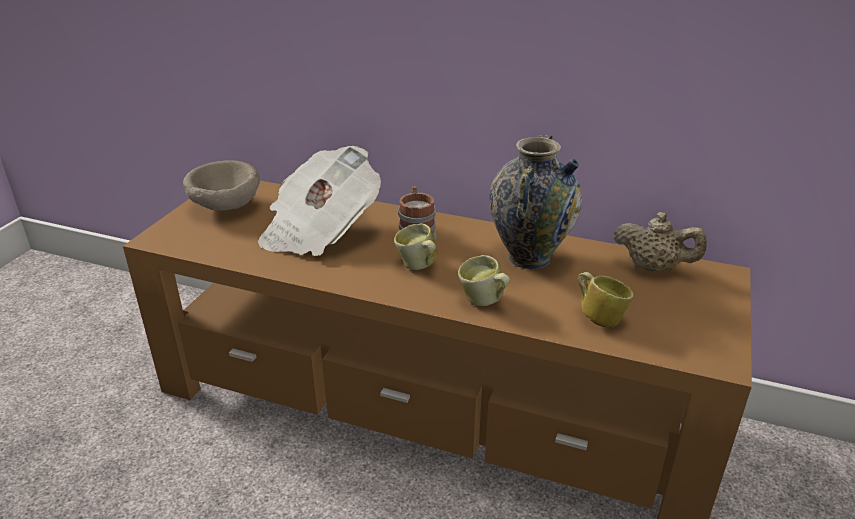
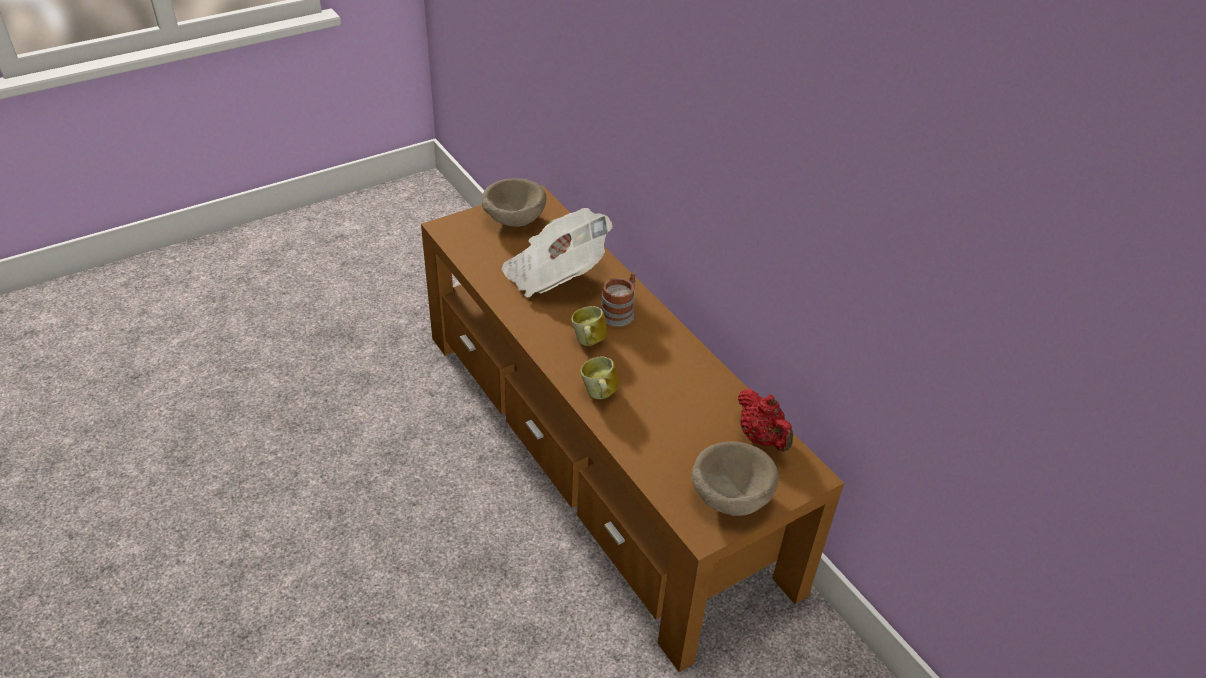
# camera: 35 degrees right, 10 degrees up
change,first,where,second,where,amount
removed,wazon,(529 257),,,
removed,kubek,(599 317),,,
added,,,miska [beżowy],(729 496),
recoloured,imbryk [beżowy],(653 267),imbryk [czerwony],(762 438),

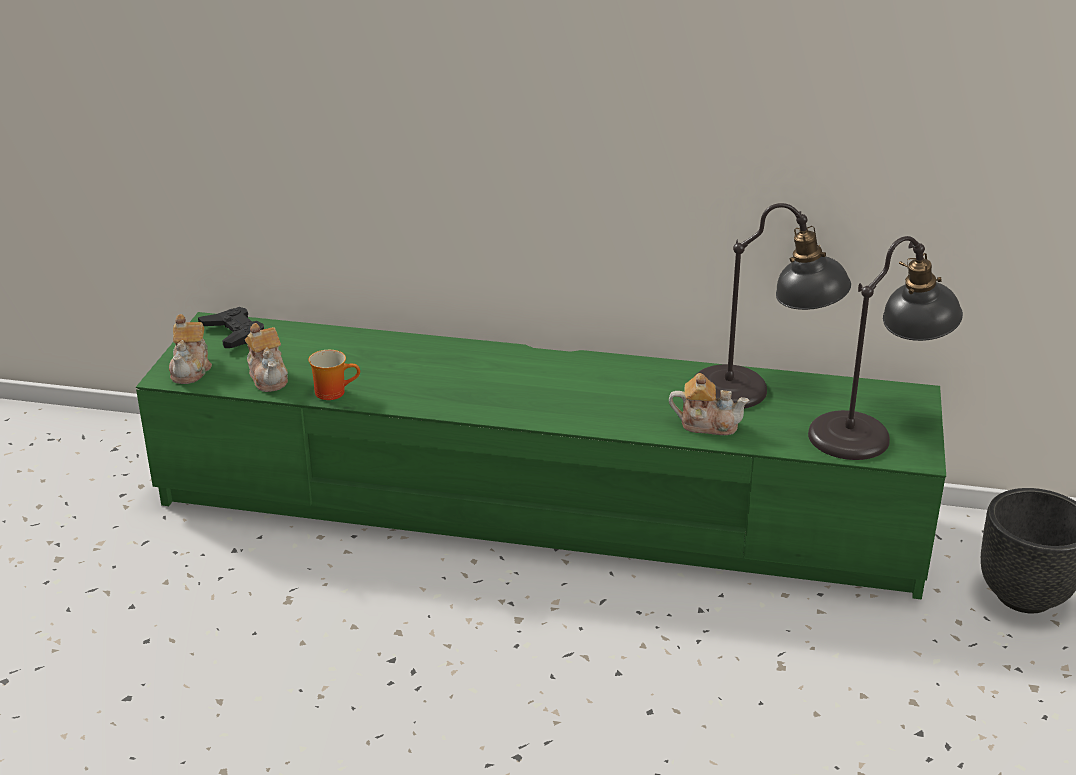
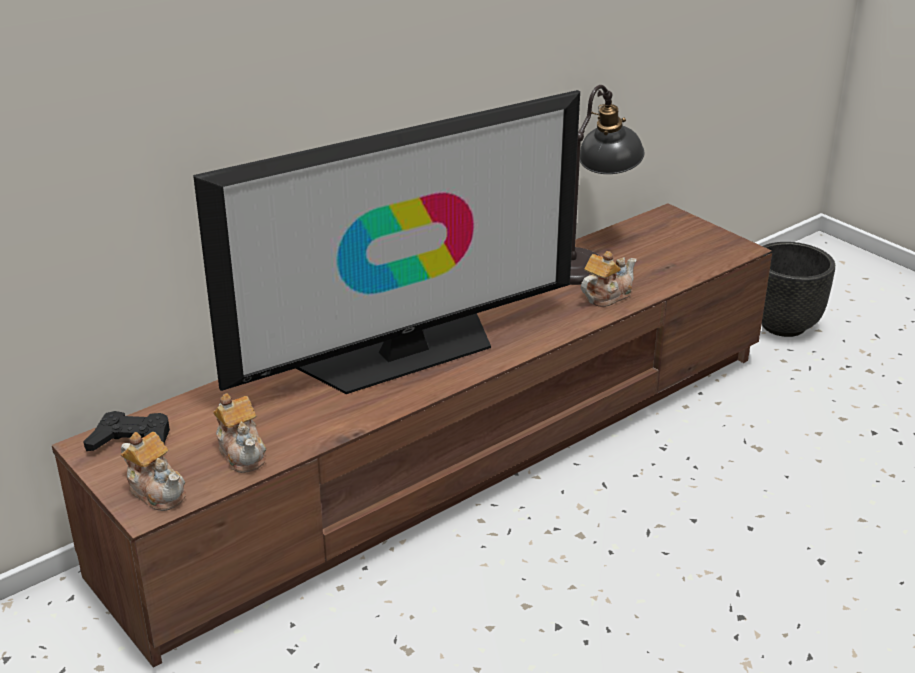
# camera: 50 degrees left, 0 degrees up
change,first,where,second,where,amount
removed,kubek,(334 391),,,
removed,lampa stołowa [szary],(874 426),,,
added,,,telewizor,(404 354),
recoloured,szafka pod telewizor [zielony],(538 509),szafka pod telewizor [brązowy],(456 456),
turned,imbryk,(269 377),,(242 453),45 degrees clockwise

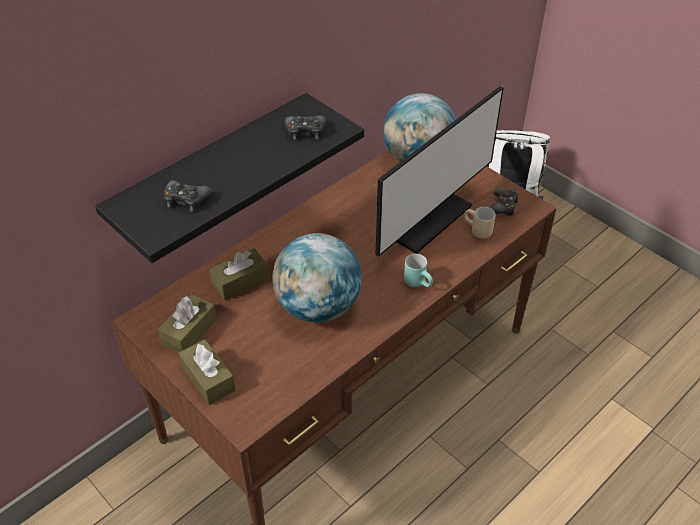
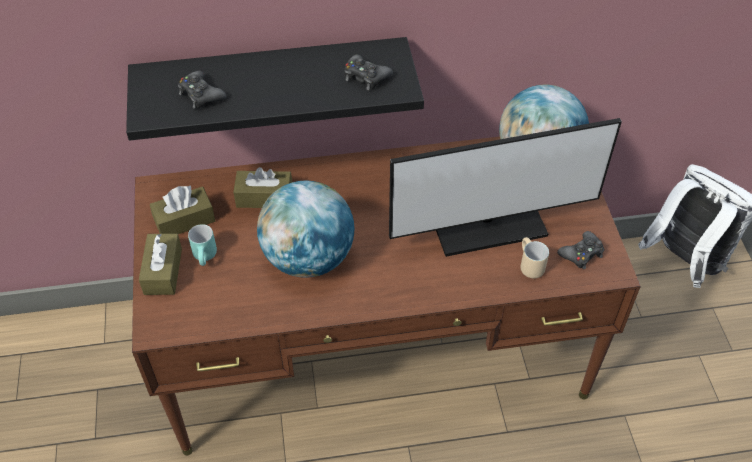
# camera: 35 degrees right, 5 degrees up
change,first,where,second,where,amount
moved,kubek [turkusowy],(419 283),,(206 257),

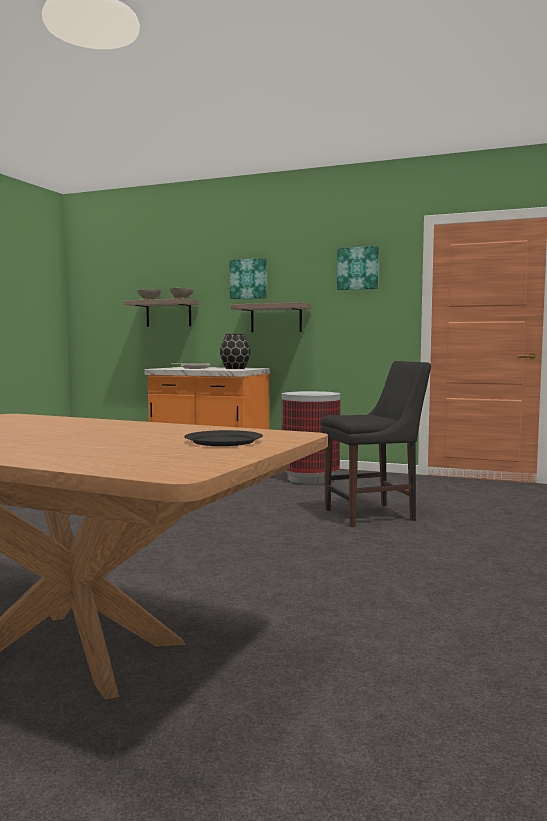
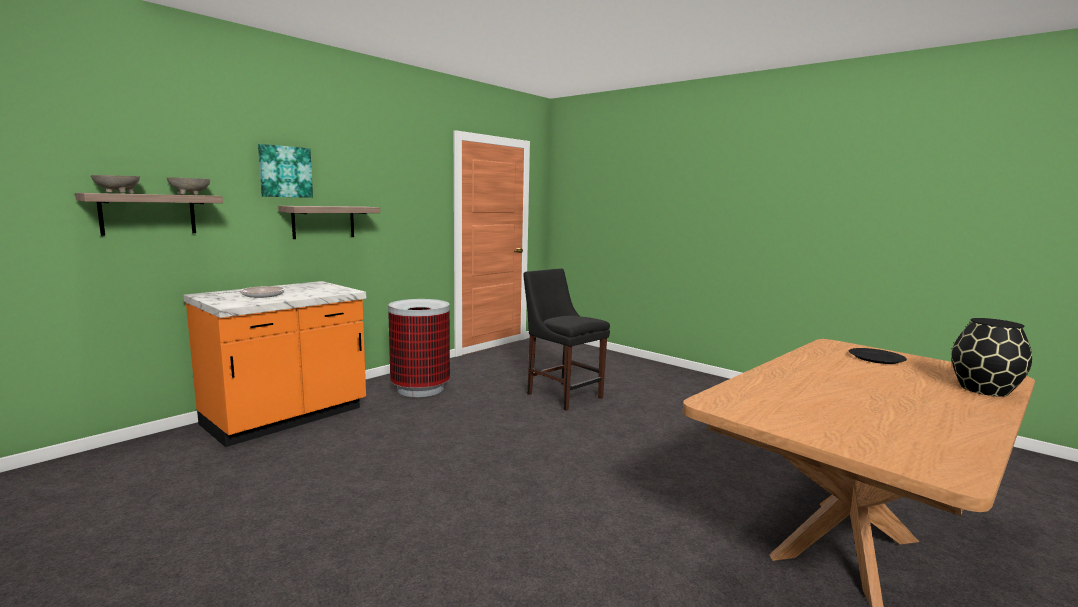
# camera: 70 degrees left, 5 degrees up
change,first,where,second,where,amount
removed,obraz,(358 268),,,
moved,wazon [czarny],(235 368),,(985 390),
turned,krzesło [czarny],(373 514),,(562 394),45 degrees counterclockwise

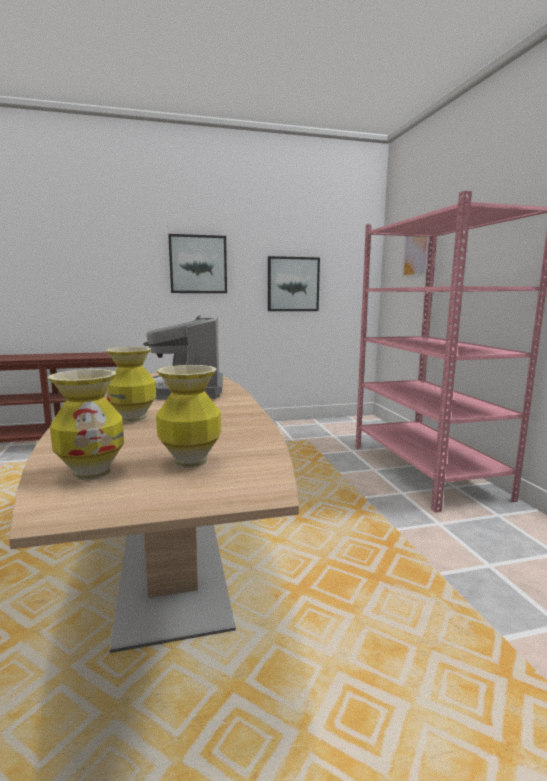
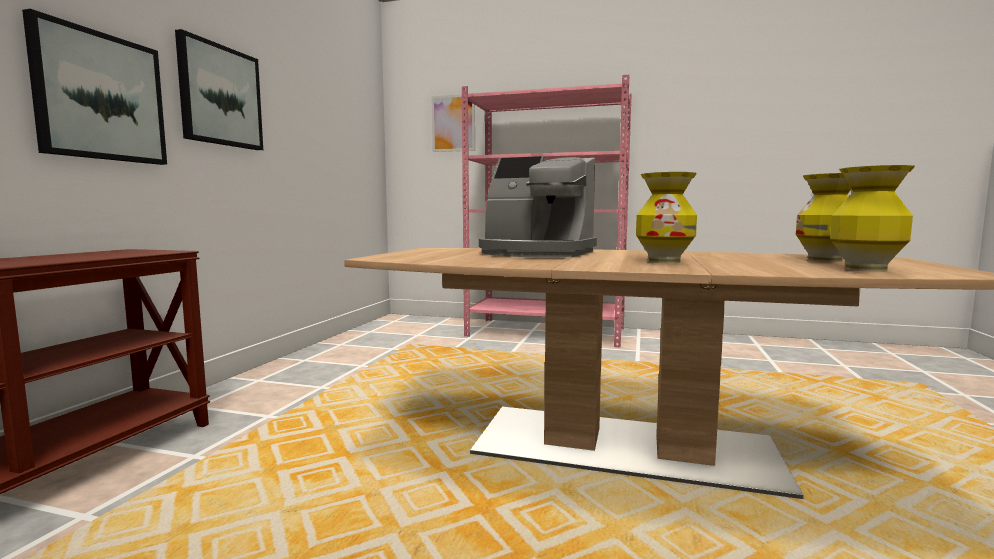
# camera: 60 degrees left, 5 degrees down
change,first,where,second,where,amount
moved,obraz,(293 284),,(100 97),

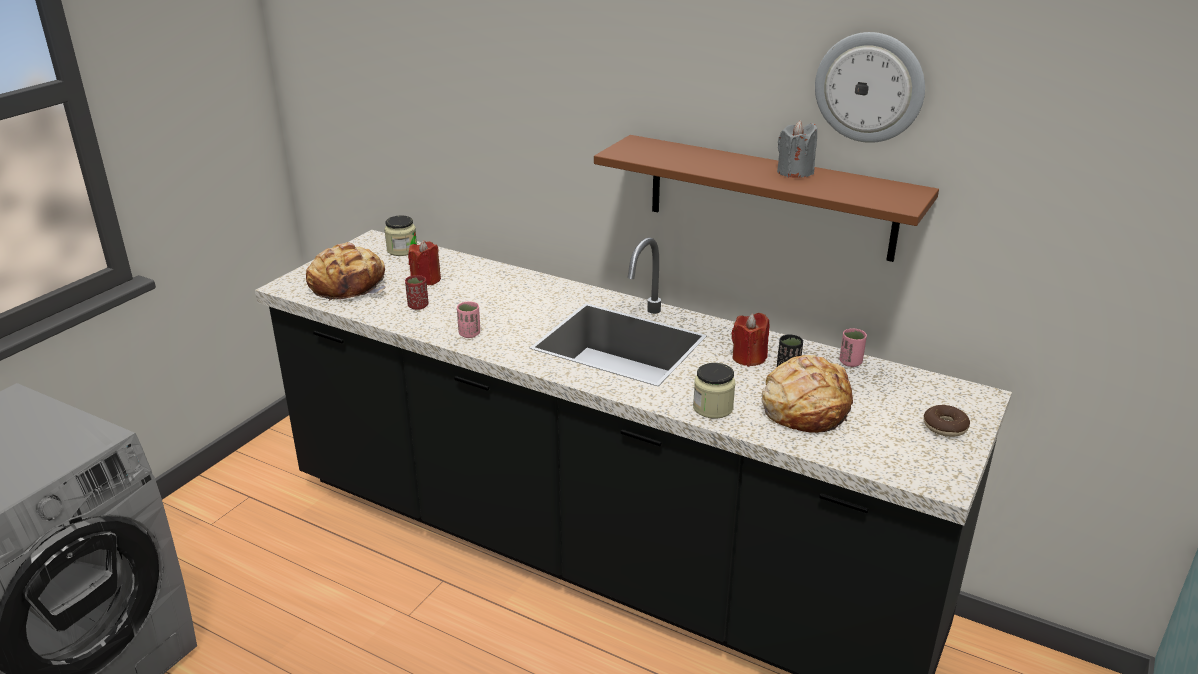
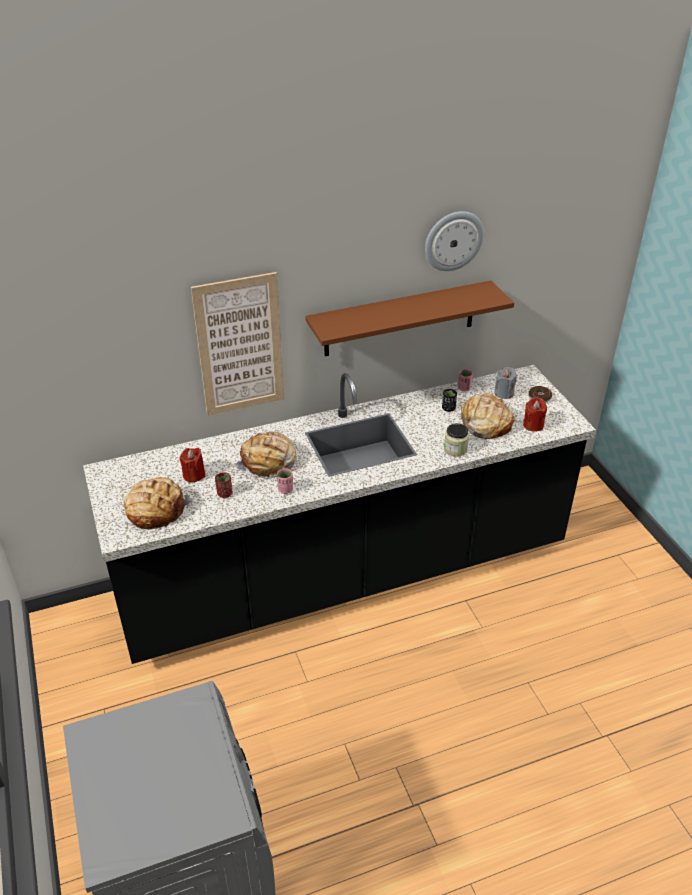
# camera: 50 degrees left, 10 degrees up
change,first,where,second,where,amount
removed,słoik,(402 250),,,
added,,,obraz,(240 346),
added,,,chleb,(268 462),
moved,świeca [czerwony],(749 358),,(533 425),
moved,świeca [szary],(795 172),,(504 393),

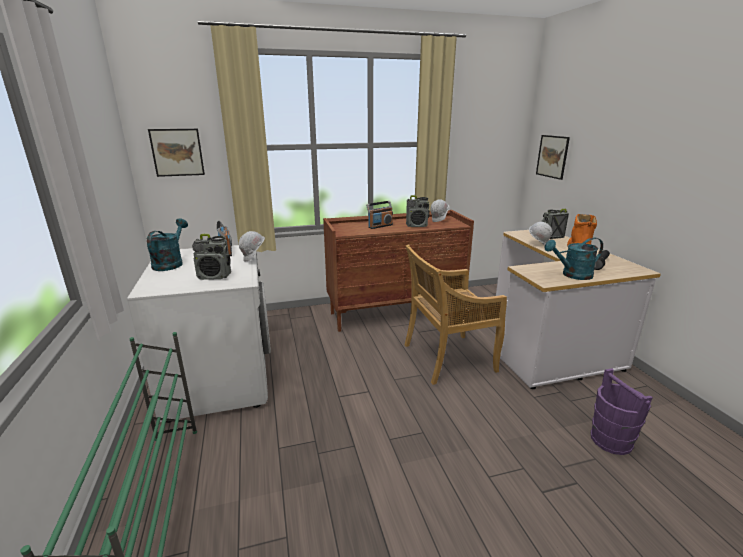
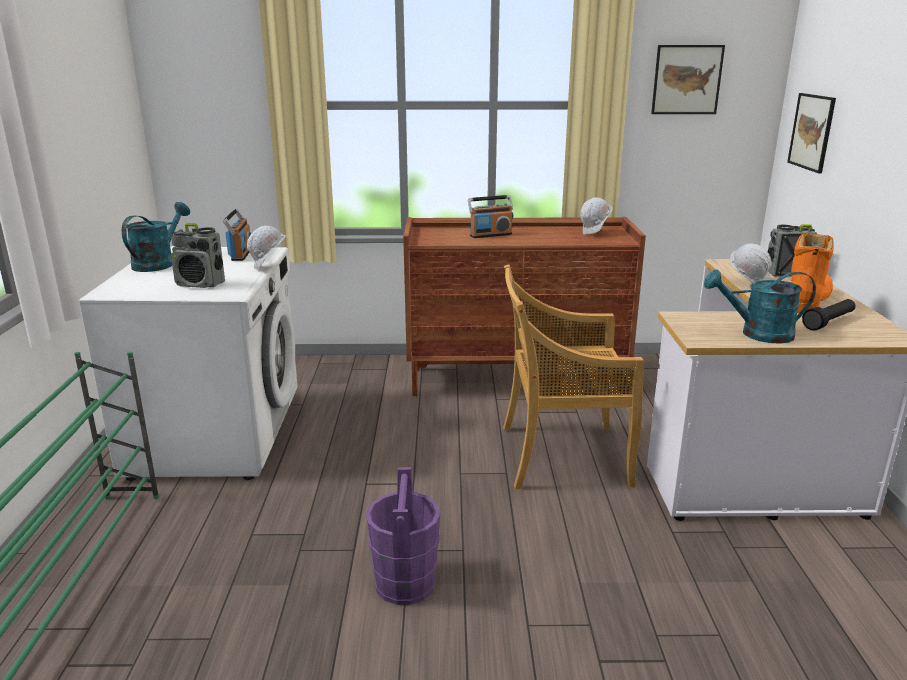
# camera: 15 degrees right, 0 degrees up
change,first,where,second,where,amount
removed,radio,(417 225),,,
moved,obraz,(177 152),,(687 80),
moved,wiadro [fioletowy],(611 440),,(405 584),

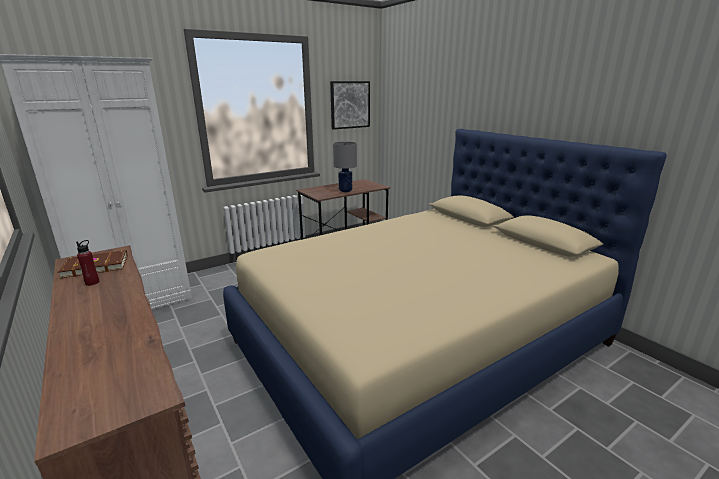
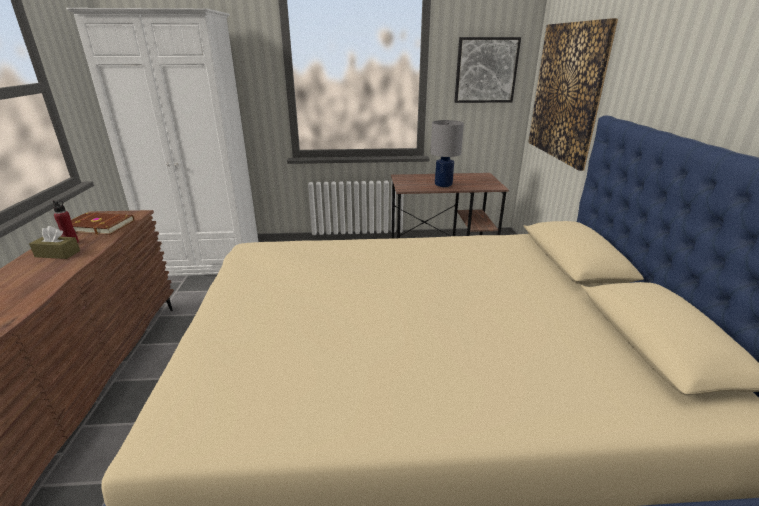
# camera: 30 degrees right, 5 degrees up
change,first,where,second,where,amount
added,,,pudełko chusteczek [brązowy],(57 254),
added,,,obraz,(566 92),

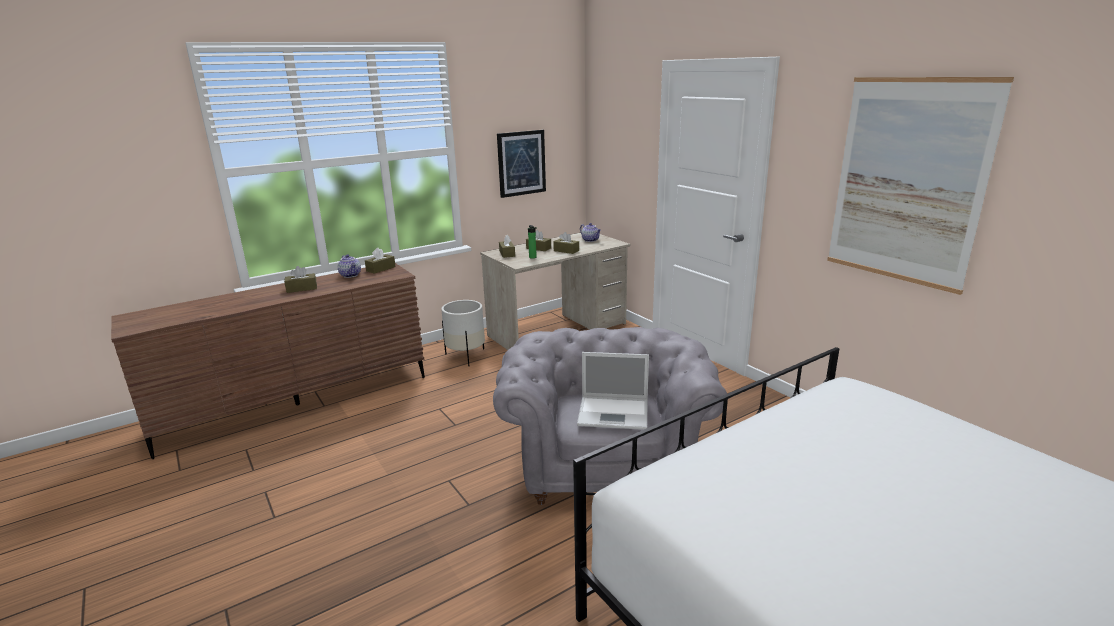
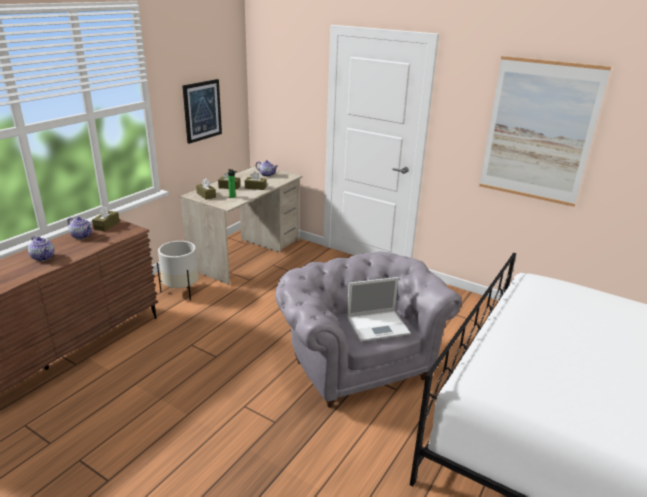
# camera: 25 degrees left, 5 degrees up
change,first,where,second,where,amount
replaced,pudełko chusteczek [brązowy],(302 288),imbryk,(44 257),

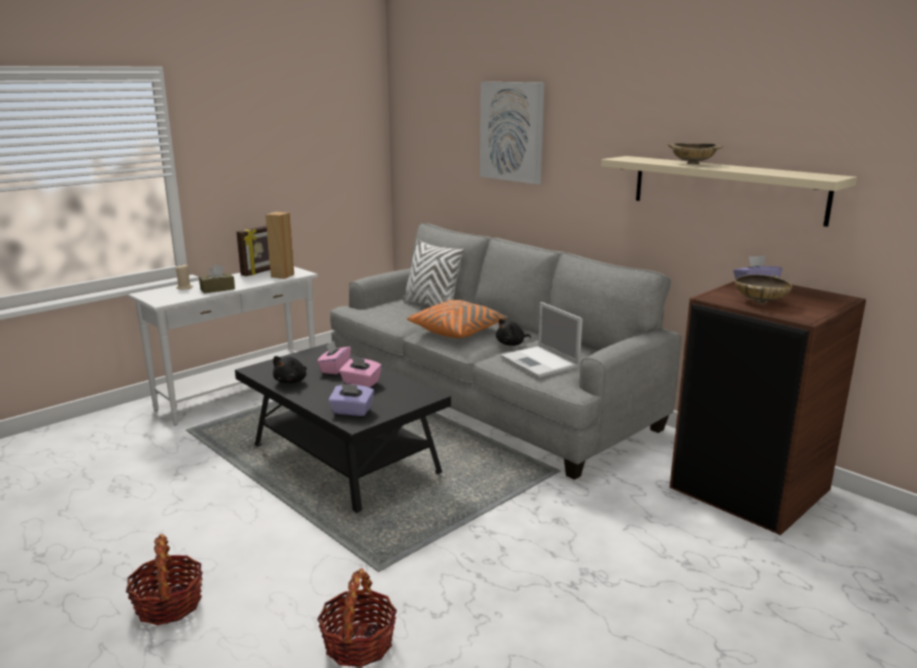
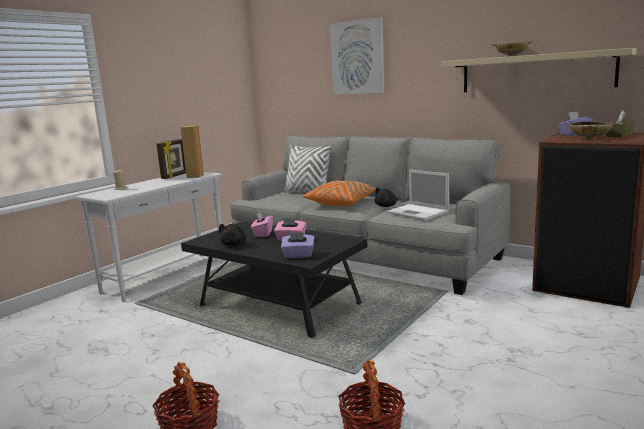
# camera: 10 degrees left, 5 degrees down
change,first,where,second,where,amount
moved,pudełko chusteczek [brązowy],(217 289),,(619 135),

